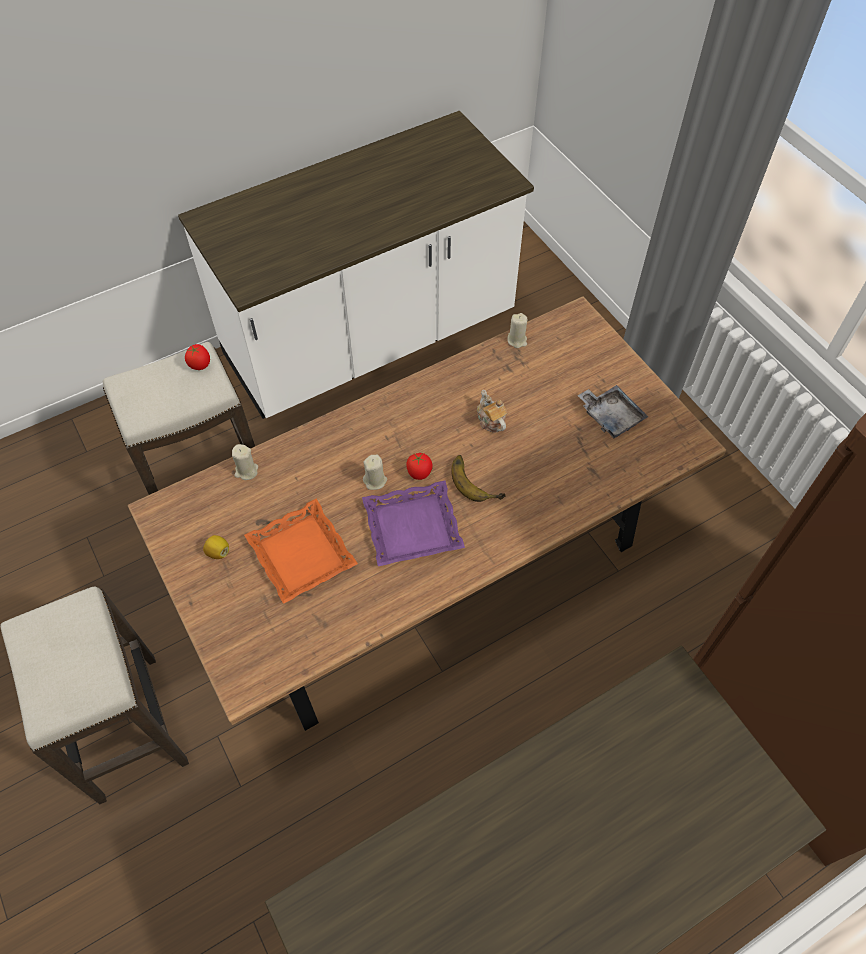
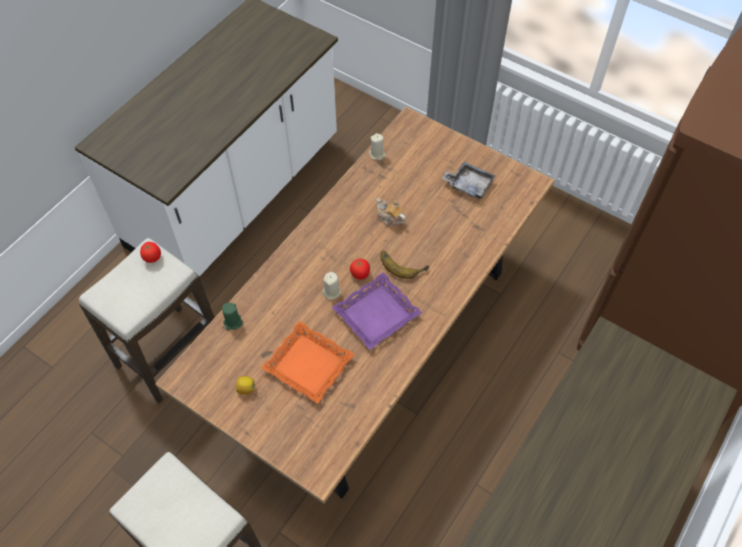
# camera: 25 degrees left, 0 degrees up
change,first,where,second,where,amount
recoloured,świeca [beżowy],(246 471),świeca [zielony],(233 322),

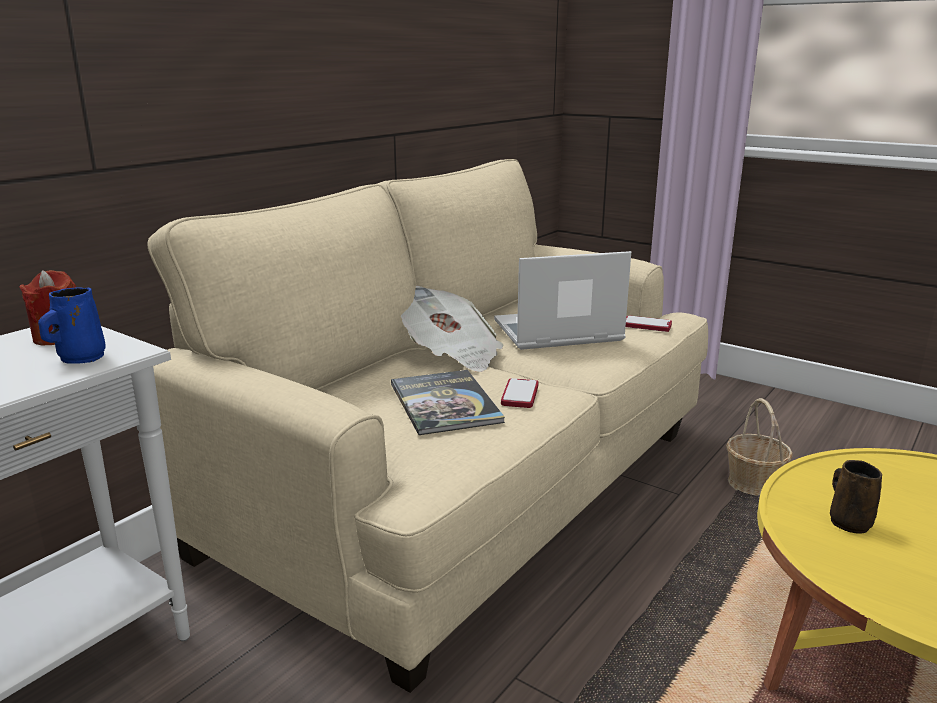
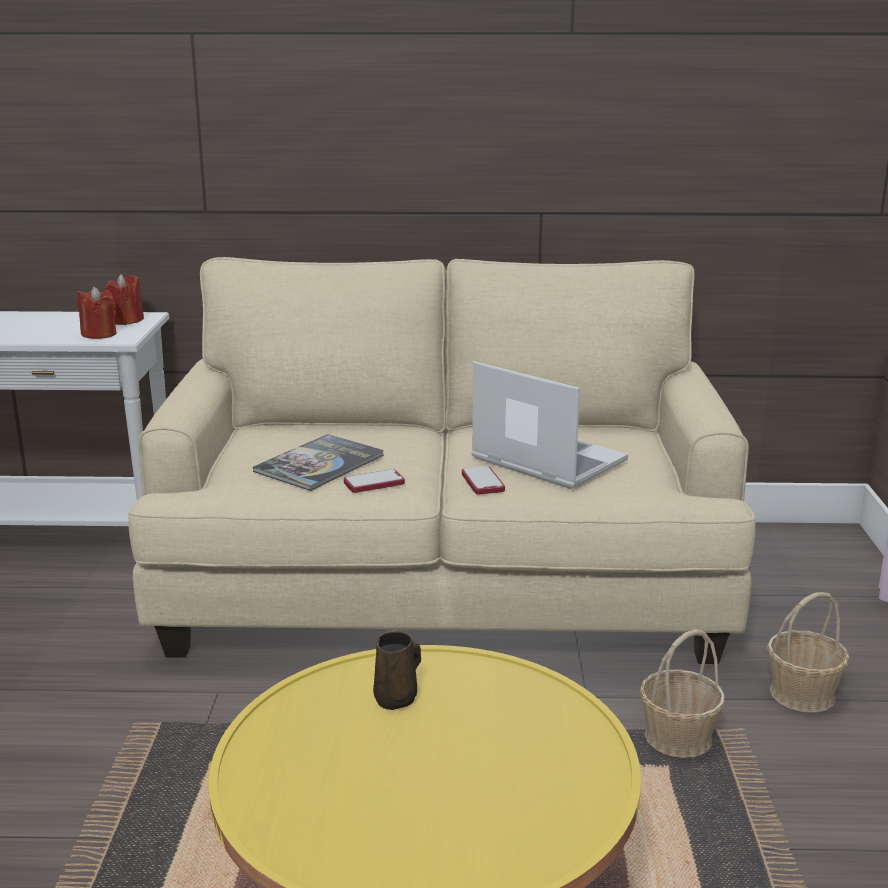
# camera: 55 degrees right, 0 degrees up
change,first,where,second,where,amount
removed,gazeta,(451 354),,,
added,,,koszyk,(802 694),
moved,telefon,(647 325),,(482 482),
replaced,kubek [niebieski],(80 358),świeca [czerwony],(99 334),

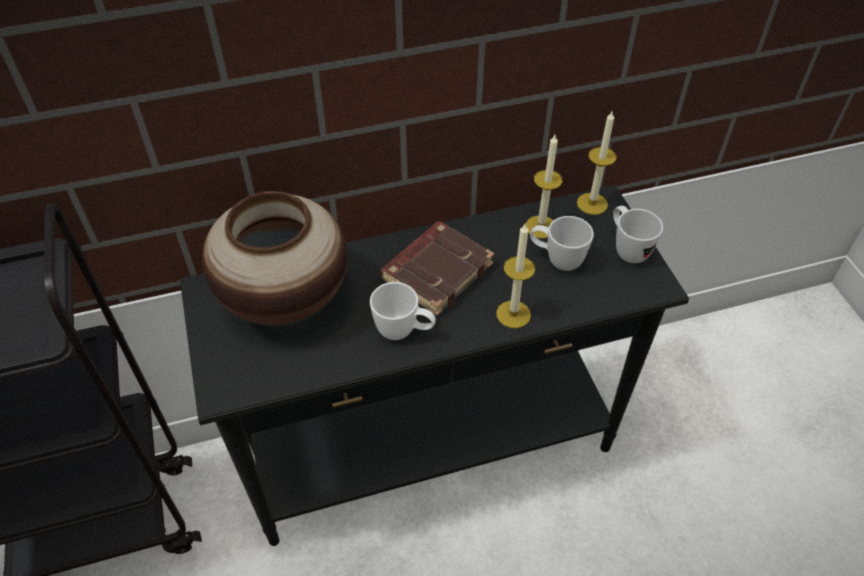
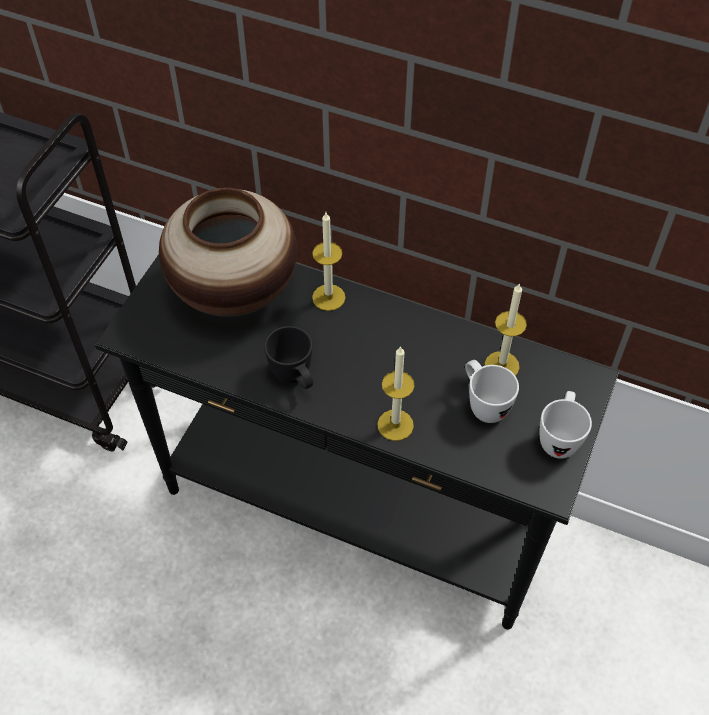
# camera: 40 degrees right, 5 degrees up
change,first,where,second,where,amount
removed,książka [brązowy],(437 271),,,
moved,świeca,(592 203),,(328 297),
recoloured,kubek [biały],(404 332),kubek [czarny],(295 378),

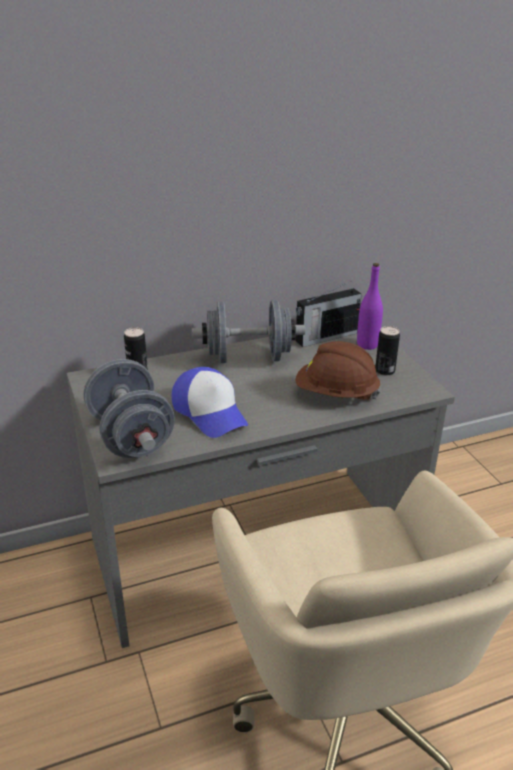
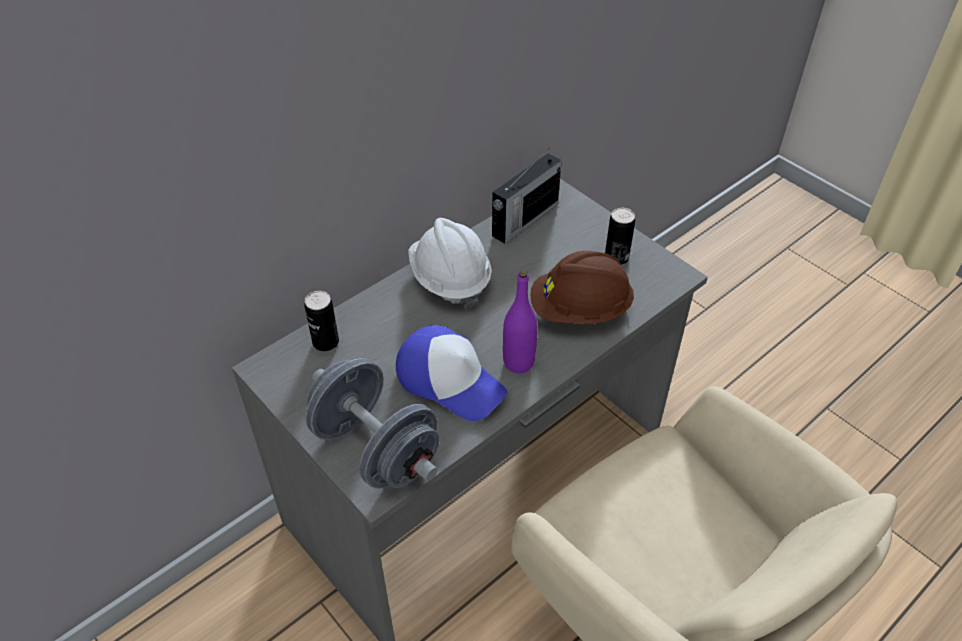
# camera: 20 degrees left, 15 degrees up
change,first,where,second,where,amount
moved,butelka [fioletowy],(367 345),,(518 362),
replaced,hantel [szary],(248 358),kask [biały],(449 279),

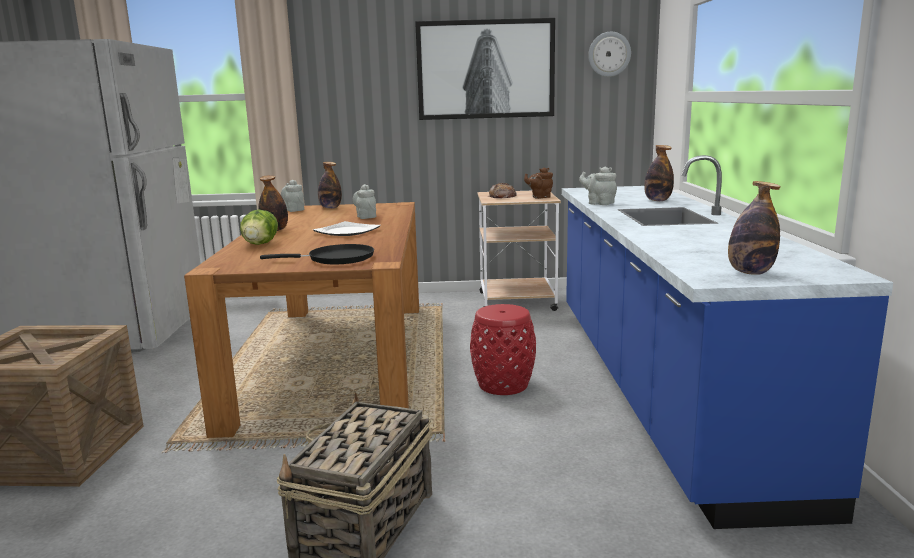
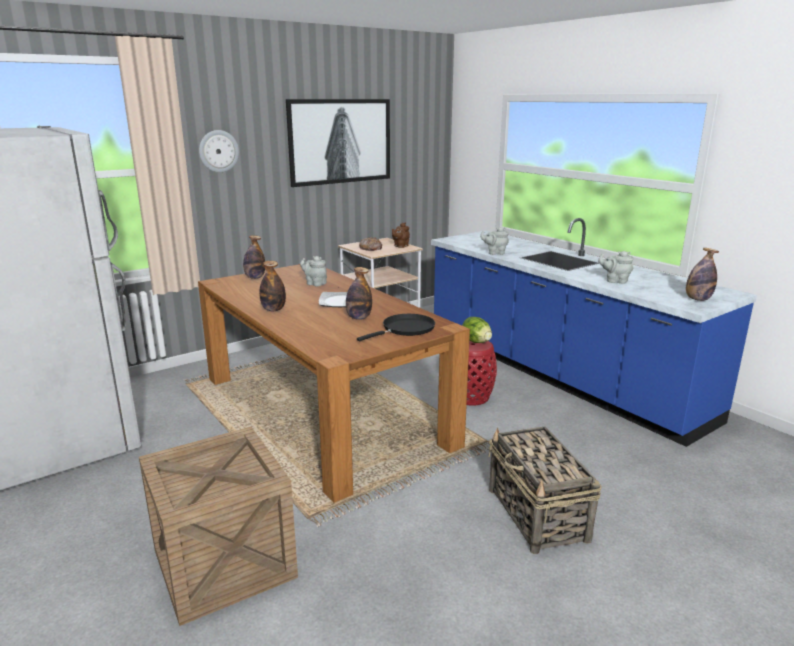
# camera: 35 degrees left, 5 degrees up
change,first,where,second,where,amount
moved,sałata,(260 244),,(476 342),
moved,imbryk [szary],(294 210),,(615 281),
moved,zegar ścienny,(609 54),,(218 151),
moved,butelka,(657 200),,(359 318),

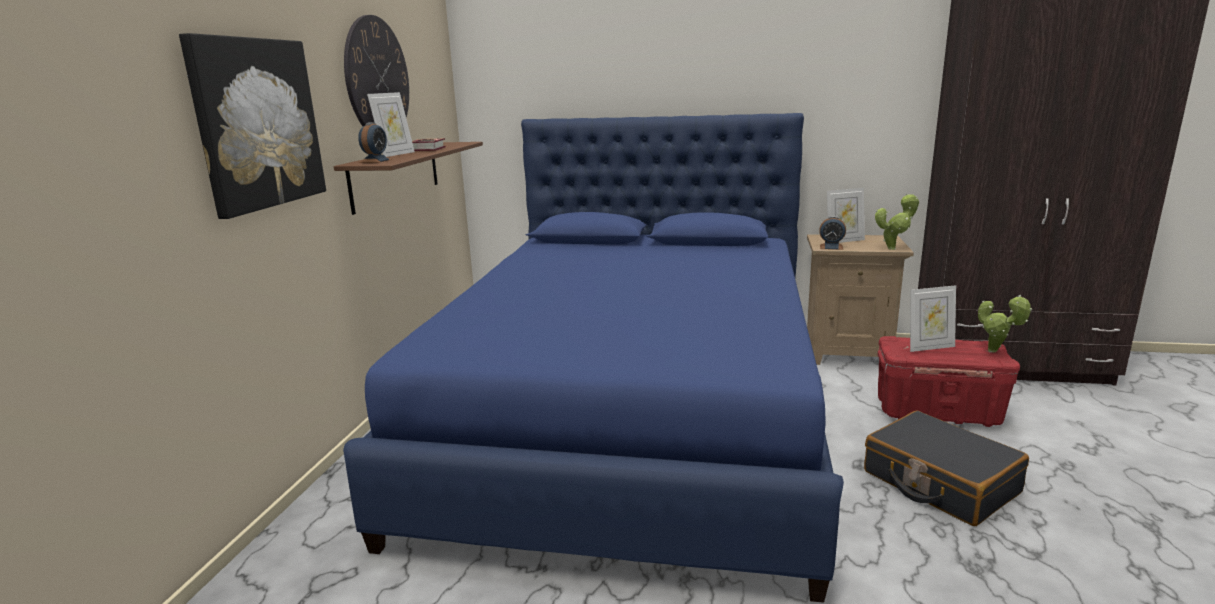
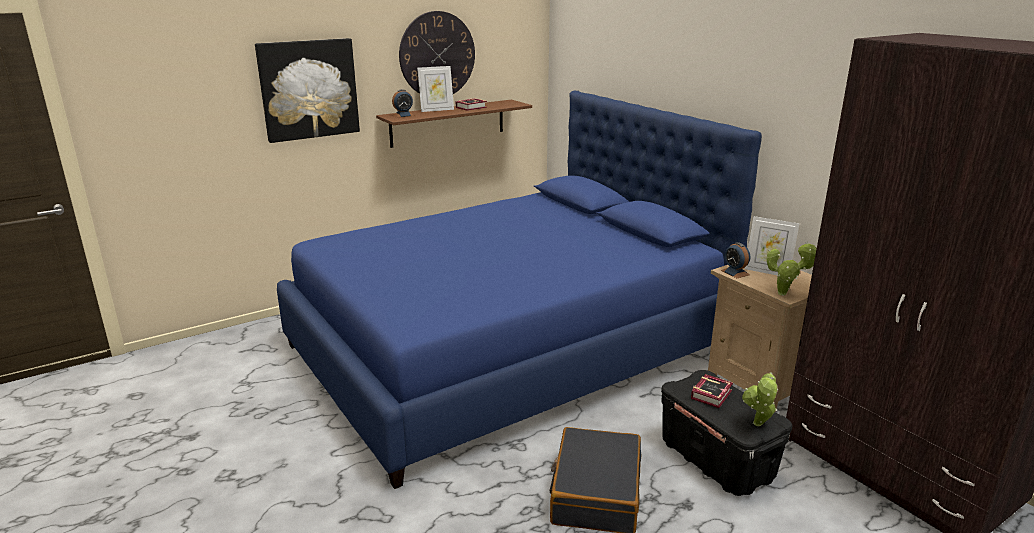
# camera: 45 degrees right, 5 degrees up
change,first,where,second,where,amount
replaced,ramka na zdjęcie,(929 347),książka,(713 394),
recoloured,pojemnik do przechowywania [czerwony],(937 412),pojemnik do przechowywania [czarny],(715 460),

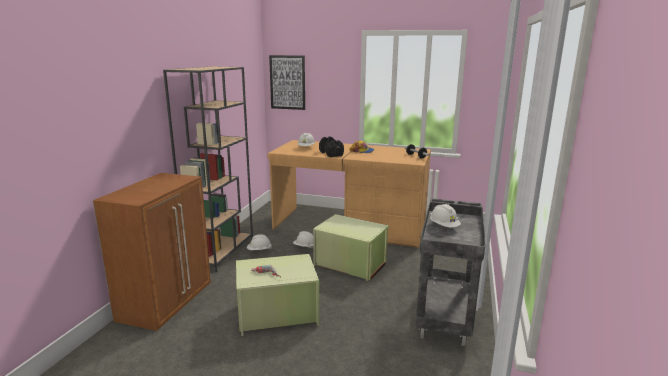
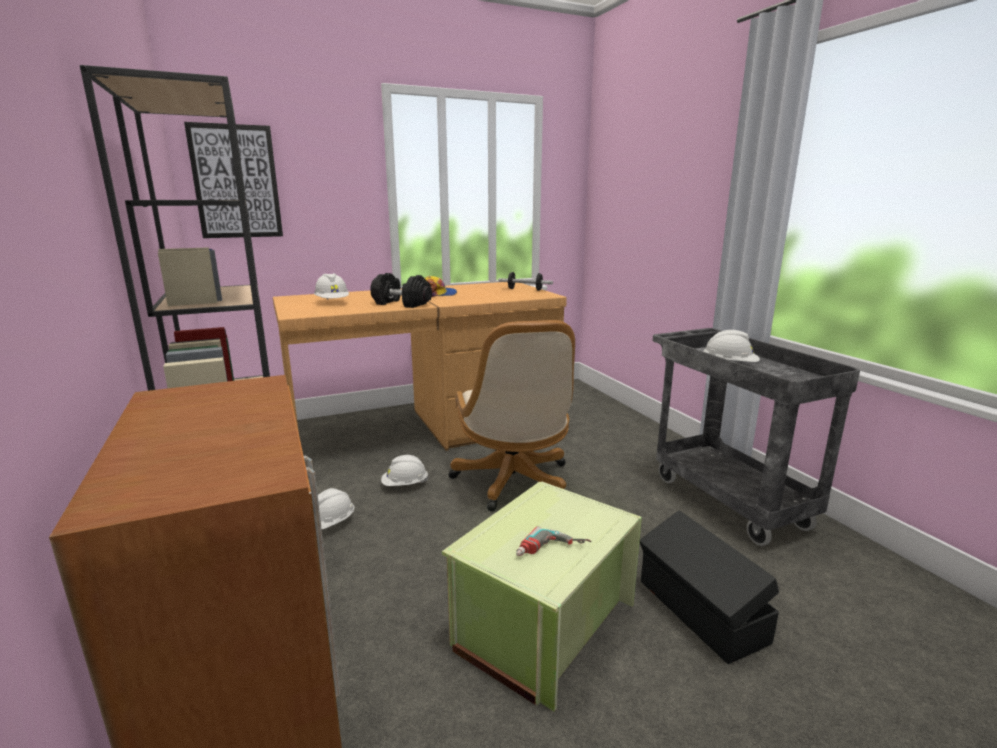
# camera: 40 degrees left, 0 degrees up
change,first,where,second,where,amount
added,,,pojemnik do przechowywania [czarny],(700 612),
replaced,pojemnik do przechowywania [zielony],(350 264),krzesło biurowe,(515 484),

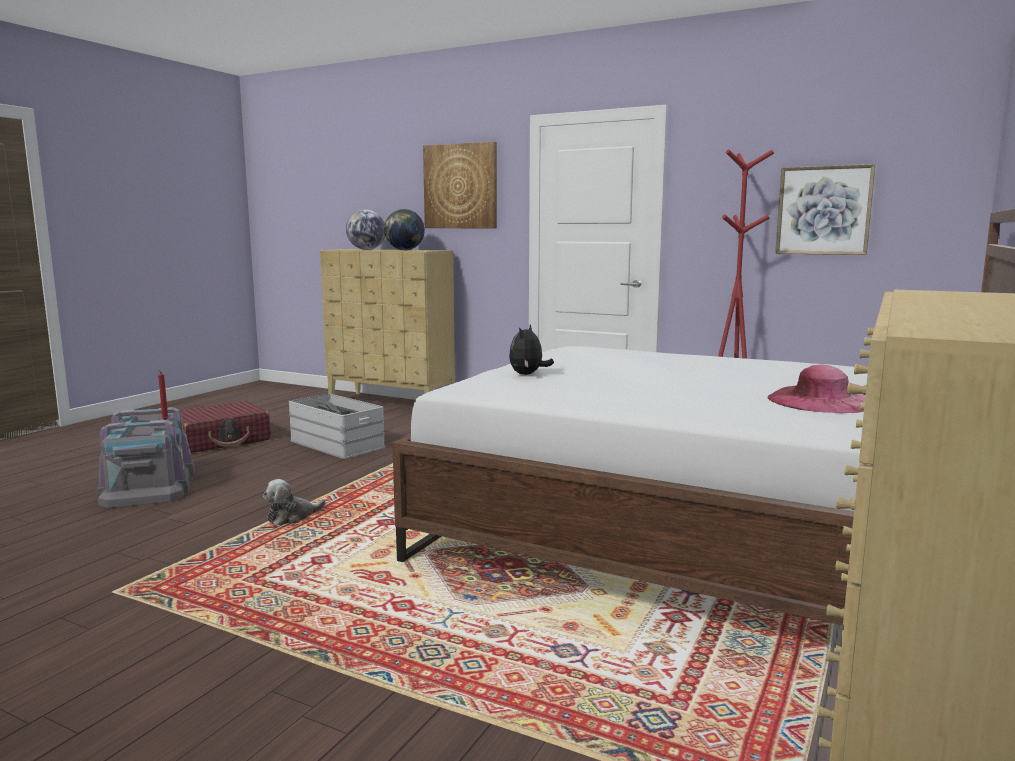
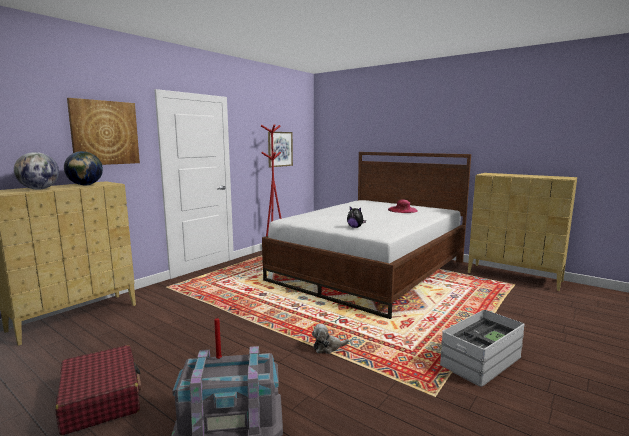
# camera: 80 degrees left, 0 degrees up
change,first,where,second,where,amount
moved,pojemnik do przechowywania [szary],(336 444),,(481 361),
turned,pluszak,(292 517),,(328 347),105 degrees clockwise

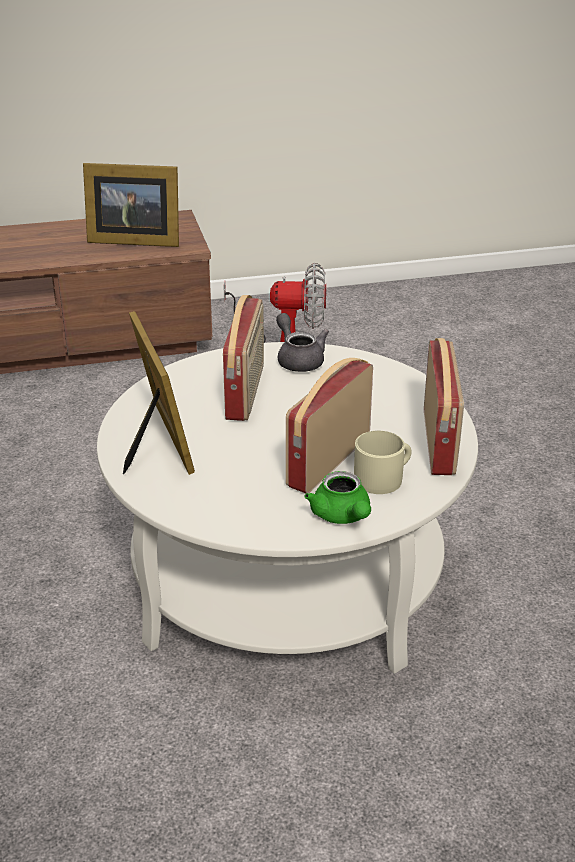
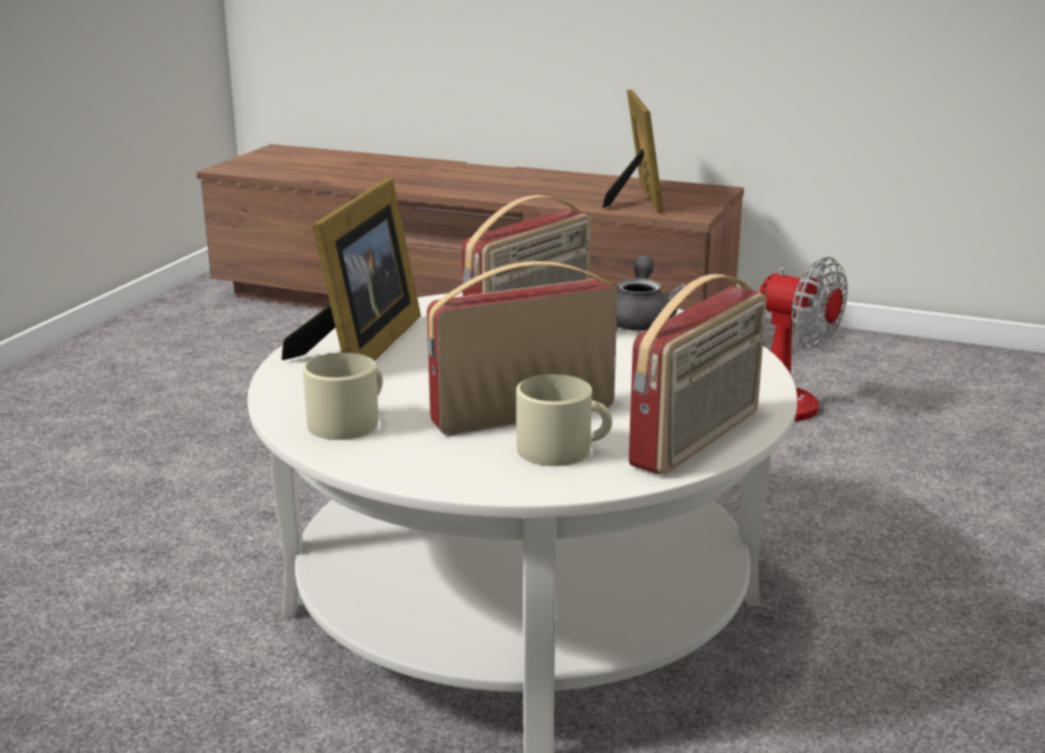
# camera: 35 degrees right, 10 degrees down
change,first,where,second,where,amount
removed,imbryk [zielony],(342 516),,,
added,,,kubek [beżowy],(350 421),
turned,ramka na zdjęcie,(132 239),,(636 198),135 degrees counterclockwise

